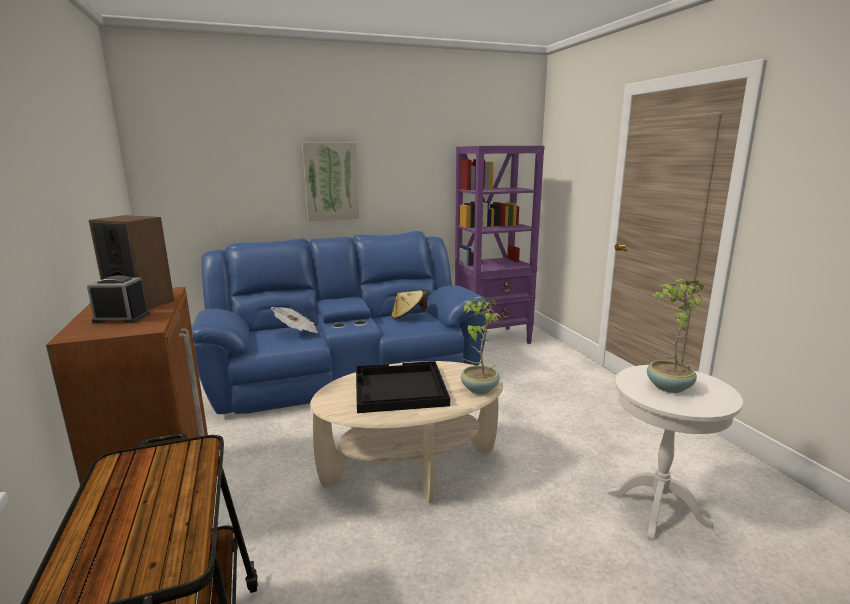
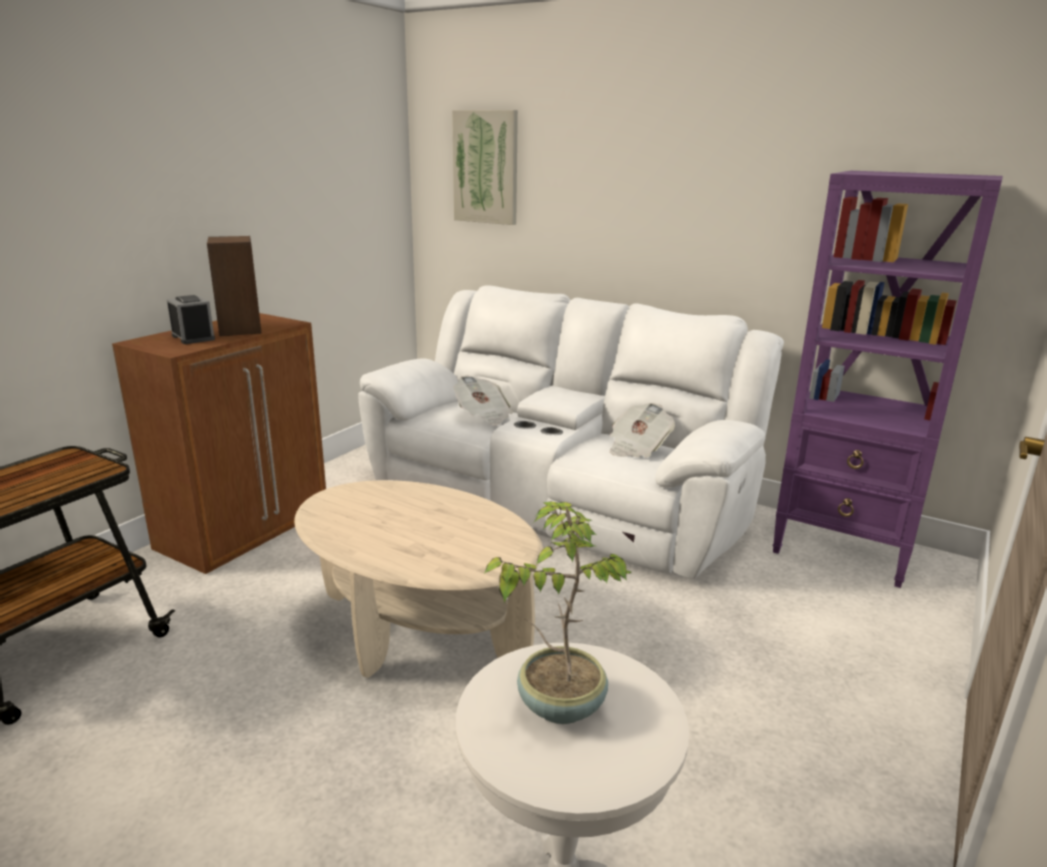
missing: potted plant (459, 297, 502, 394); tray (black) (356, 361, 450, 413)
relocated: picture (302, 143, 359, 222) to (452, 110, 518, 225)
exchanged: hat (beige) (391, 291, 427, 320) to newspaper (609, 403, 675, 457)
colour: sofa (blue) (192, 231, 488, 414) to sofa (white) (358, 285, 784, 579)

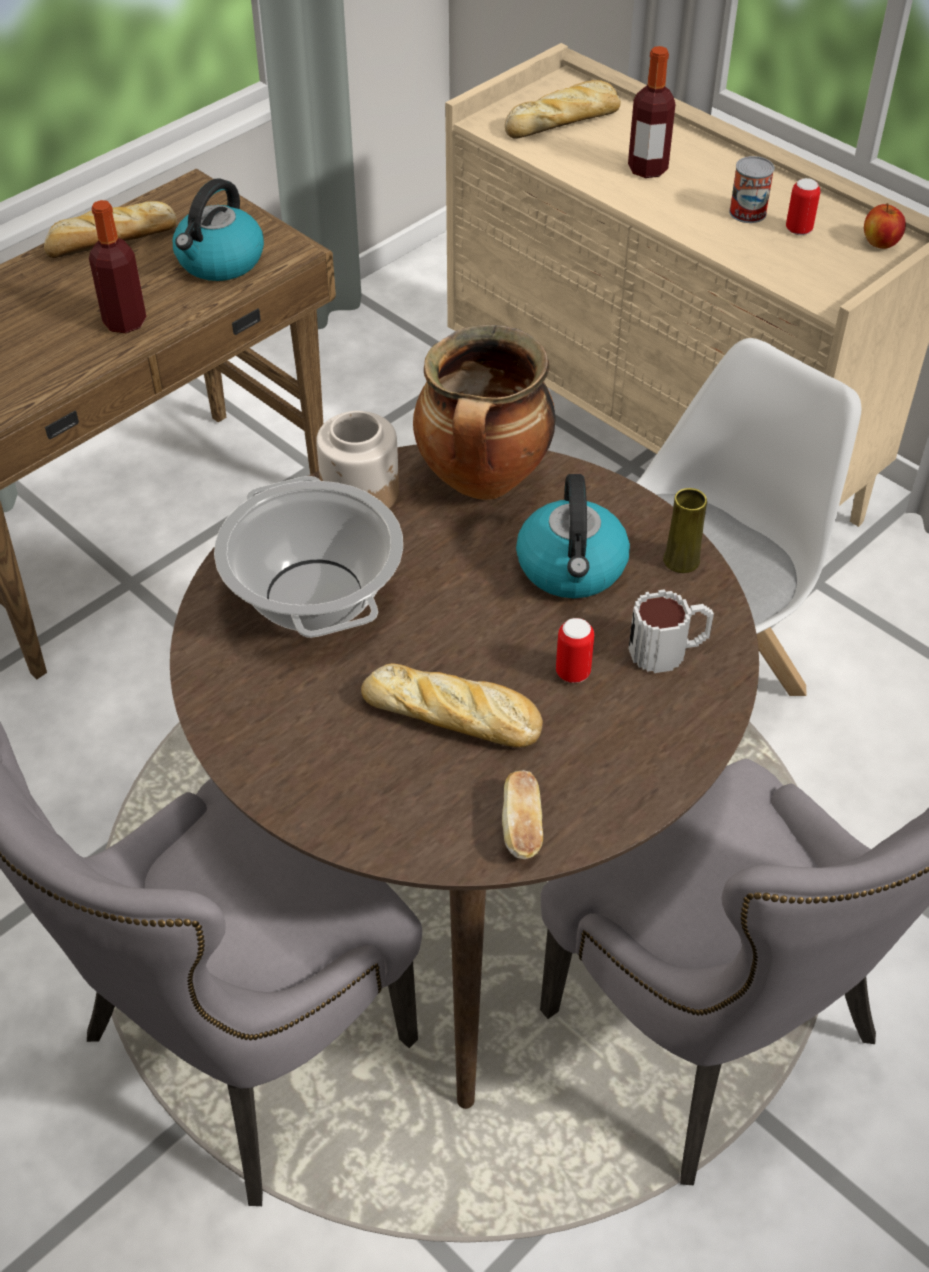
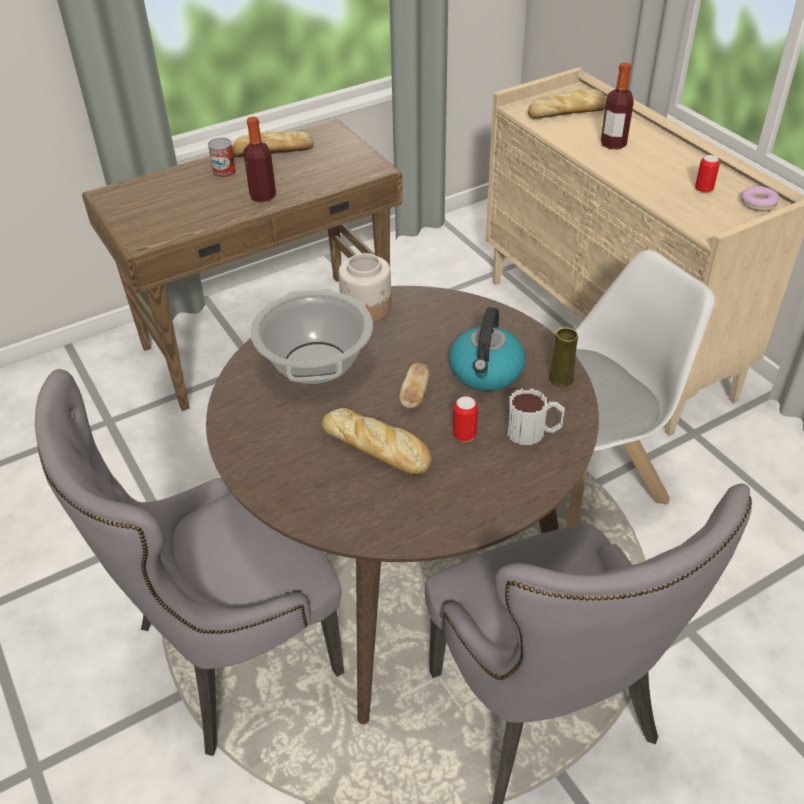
missing: kettle (173, 178, 264, 281); cooking pot (413, 325, 555, 500)
relocated: can (729, 156, 774, 223) to (208, 138, 236, 178); bread (502, 770, 543, 859) to (399, 363, 429, 408)
exchanged: apple (864, 203, 906, 249) to donut (741, 186, 780, 211)

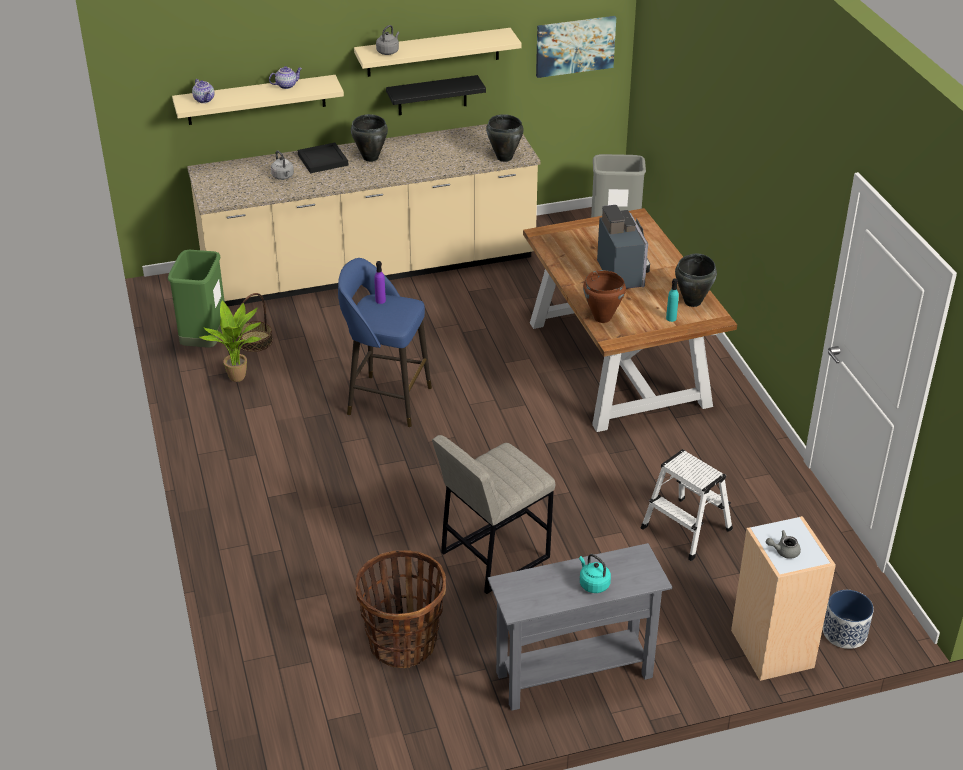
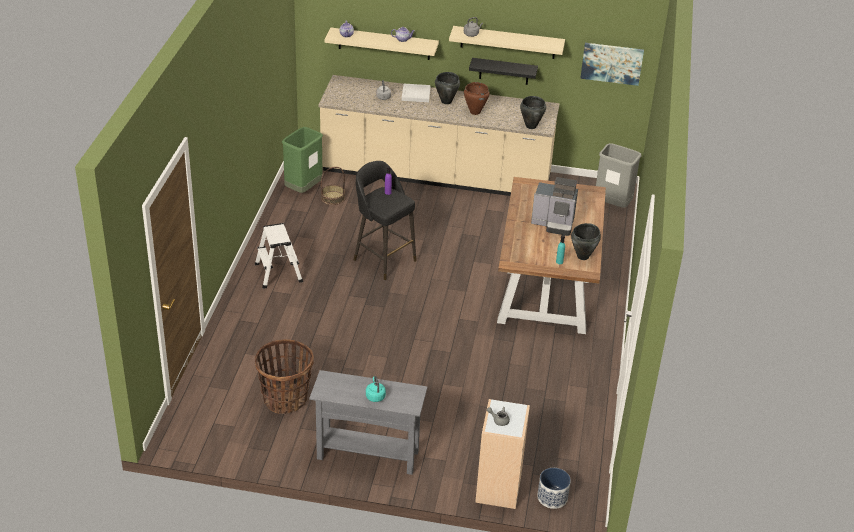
missing: potted plant (199, 301, 261, 382); chair (grey) (432, 435, 555, 594)
relocated: cooking pot (brown) (583, 270, 626, 323) to (464, 82, 489, 115); step ladder (white) (641, 449, 733, 561) to (255, 223, 303, 289)
colour: tray (black) (298, 143, 349, 173) to tray (white) (402, 84, 431, 102); stool (blue) (338, 258, 432, 427) to stool (black) (354, 161, 416, 280)
spun: coffee machine (597, 205, 650, 289) = (531, 177, 578, 236) 90 degrees clockwise

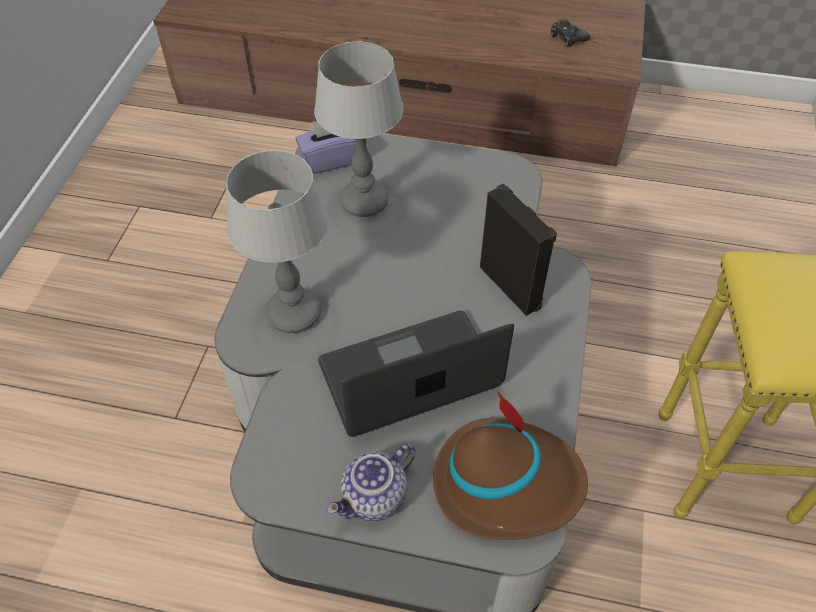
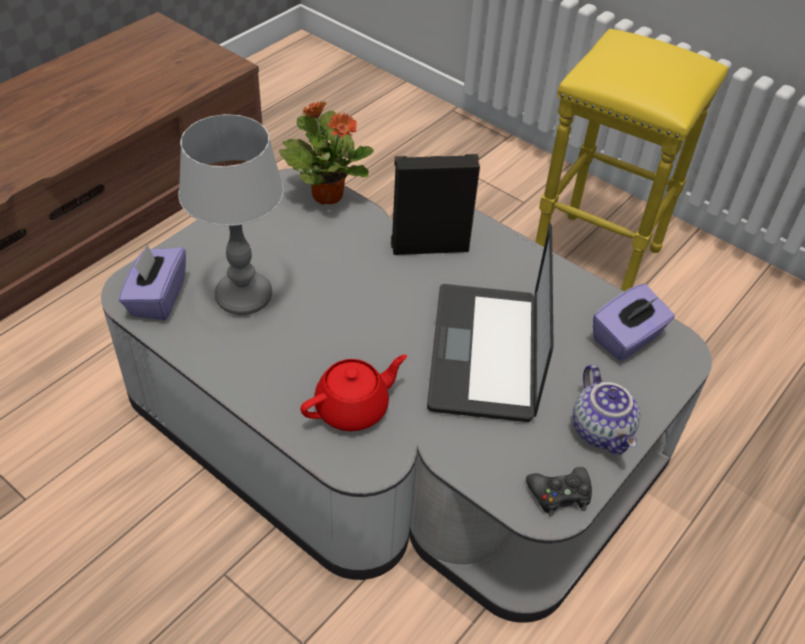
appeared: potted plant (279, 101, 374, 205)
relocated: game controller (black) (550, 19, 590, 47) to (526, 467, 592, 516)
exchanged: table lamp (226, 150, 329, 333) to teapot (red) (300, 354, 407, 431); hat (brown) (433, 391, 588, 540) to tissue box (purple) (593, 284, 675, 361)

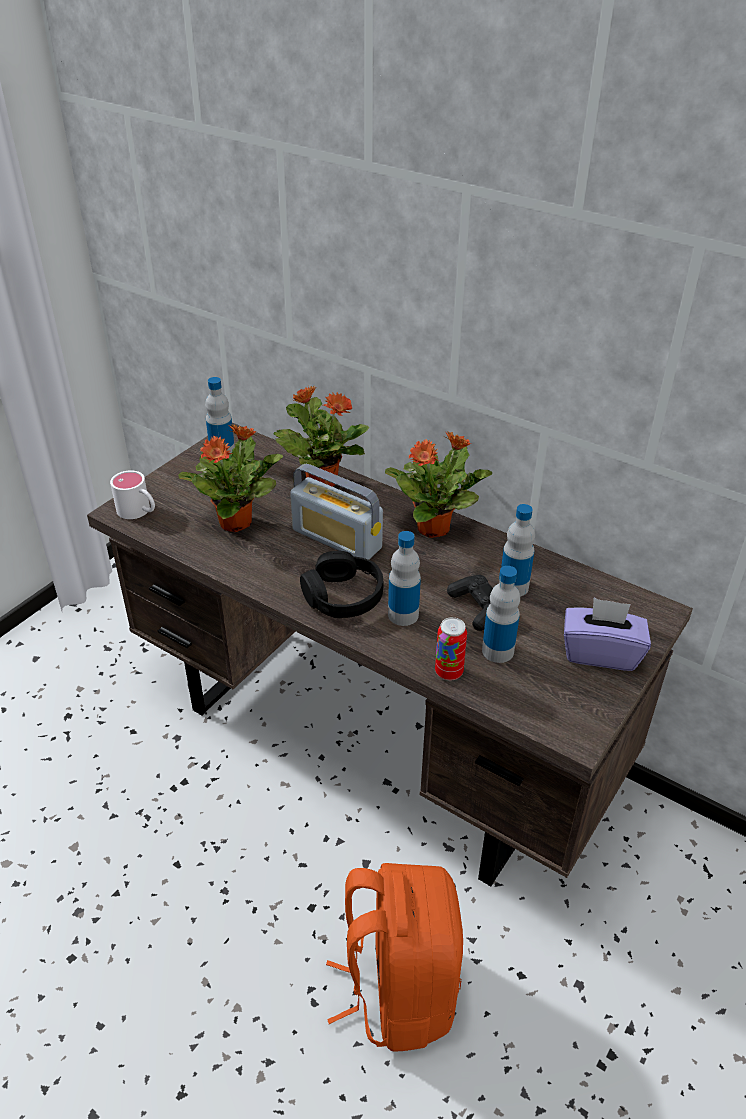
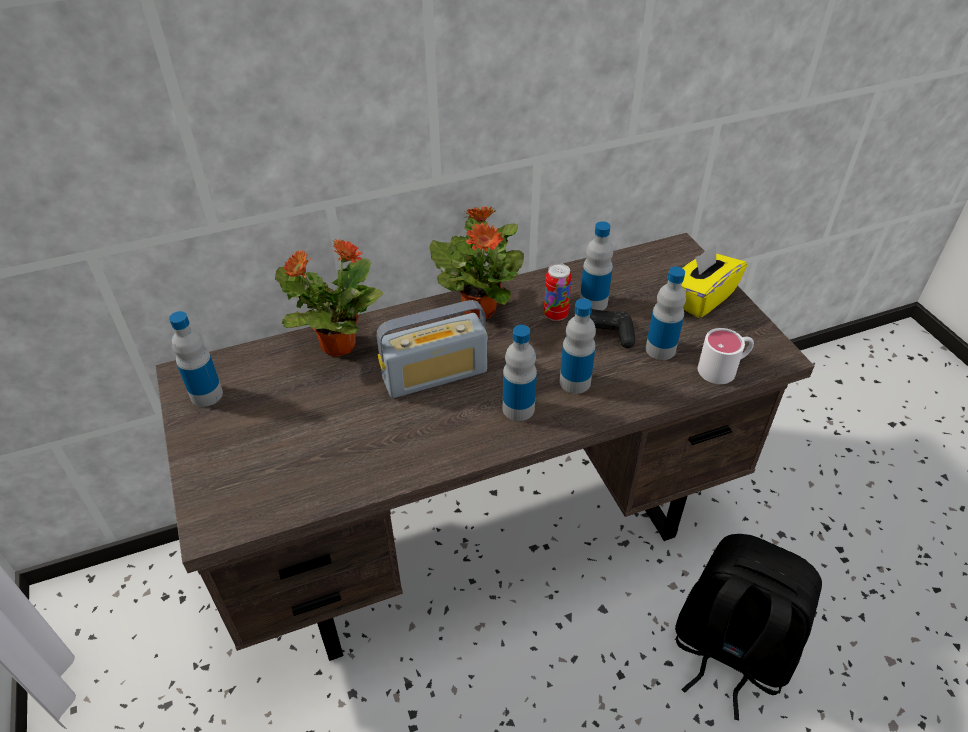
missing: potted plant (178, 425, 283, 532)
relocated: mug (white) (110, 470, 155, 519) to (698, 328, 754, 384); can (435, 617, 467, 680) to (544, 263, 572, 321)
exchanged: headphones (black) (300, 551, 384, 618) to bottle (503, 325, 537, 421)
colour: tissue box (purple) (564, 598, 651, 671) to tissue box (yellow) (681, 245, 747, 318); backpack (orange) (326, 863, 463, 1052) to backpack (black) (675, 534, 822, 721)

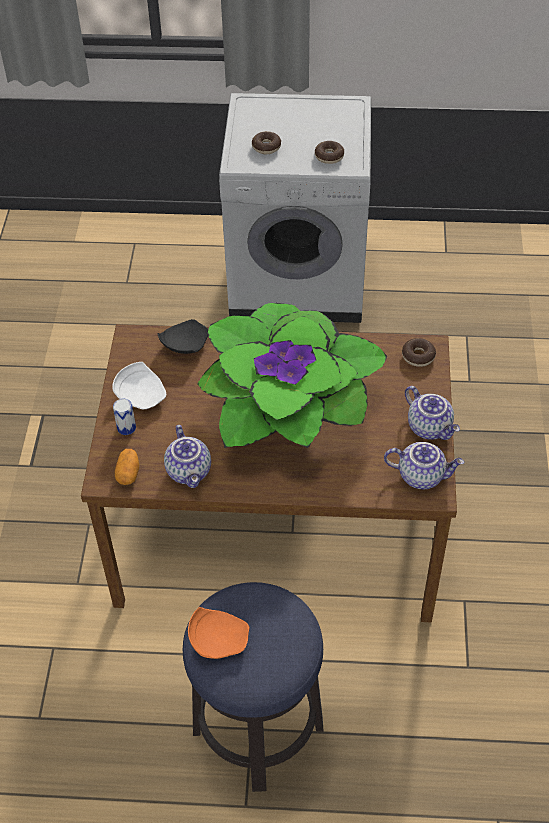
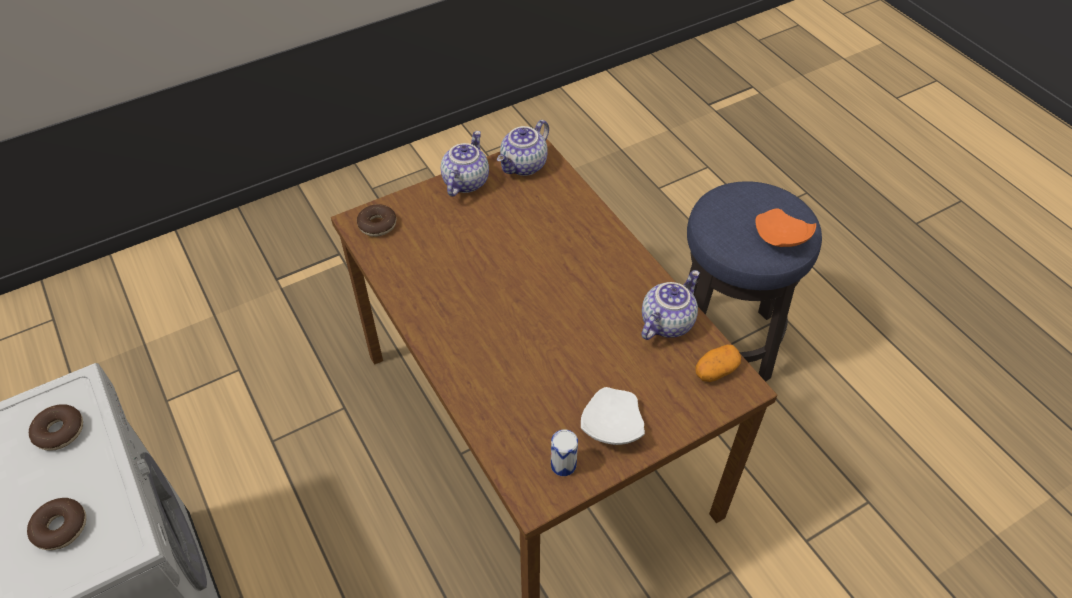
missing: potted plant (197, 303, 388, 448); plate (black) (157, 319, 208, 354)
relocated: can (113, 399, 136, 435) to (551, 430, 578, 476)
spun: teapot (384, 442, 464, 489) = (497, 120, 549, 176) 120 degrees counterclockwise

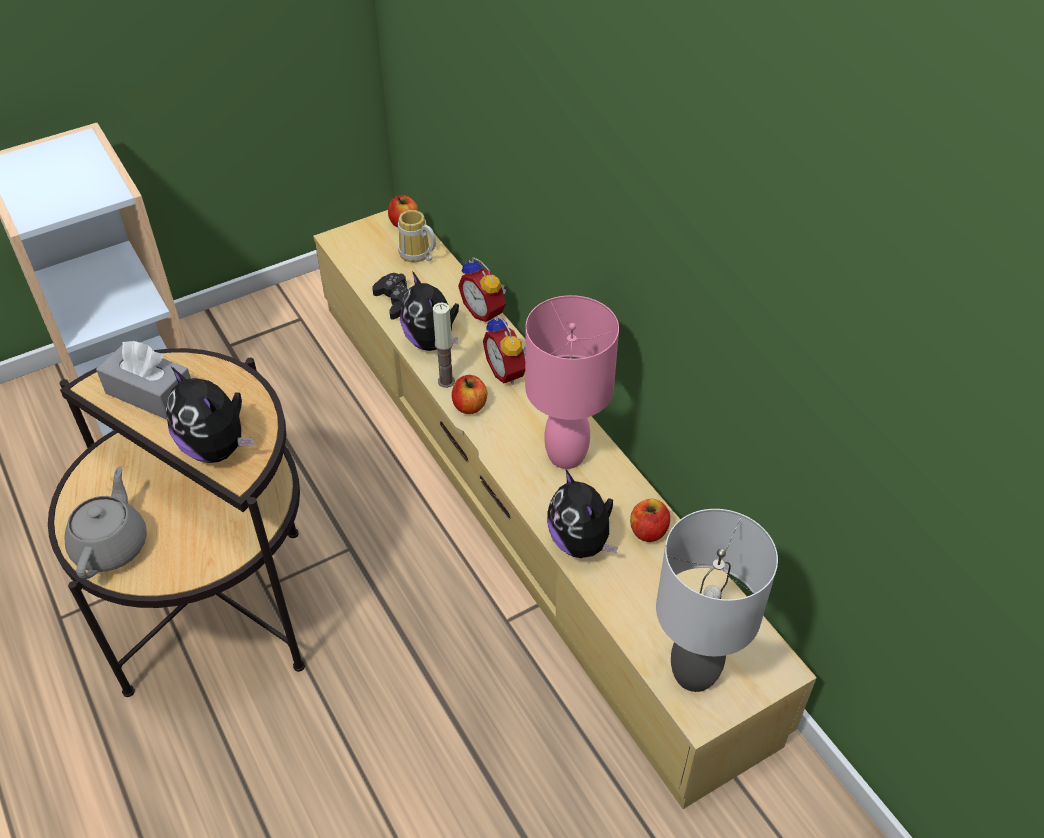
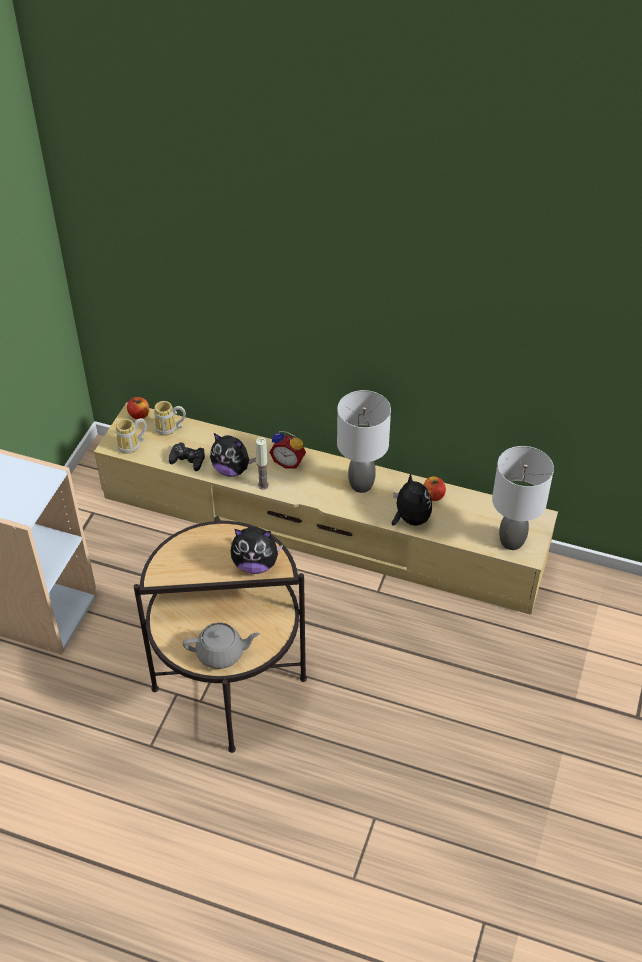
missing: alarm clock (458, 257, 506, 322); tissue box (grey) (96, 341, 191, 420); apple (452, 375, 487, 414)
appeared: mug (116, 418, 147, 454)
colour: table lamp (pink) (525, 295, 619, 469) to table lamp (grey) (337, 390, 391, 493)
spun: teapot (grey) (64, 466, 147, 579) = (183, 622, 260, 669) 120 degrees clockwise; plush toy (547, 470, 618, 558) = (392, 474, 432, 526) 135 degrees counterclockwise

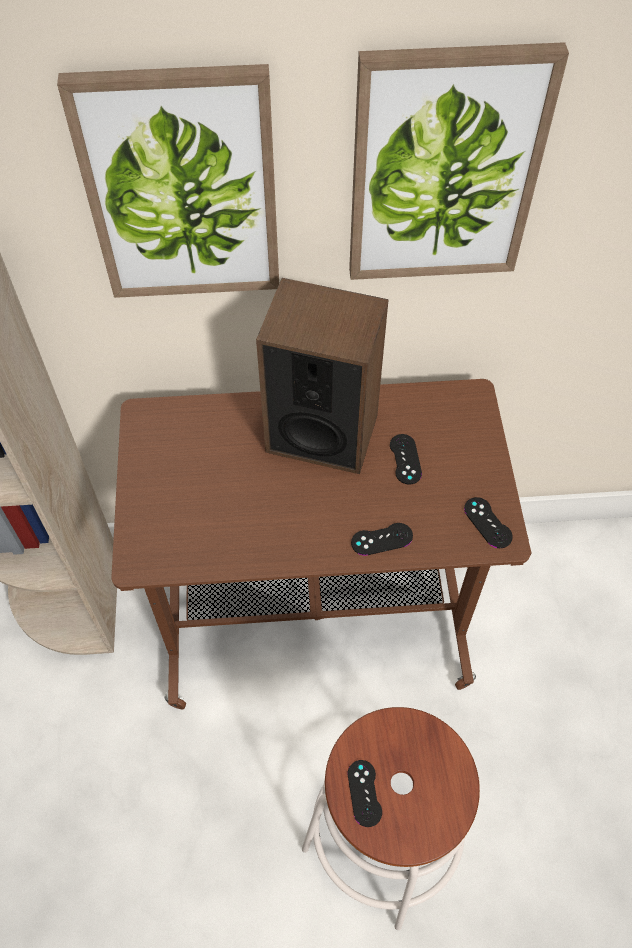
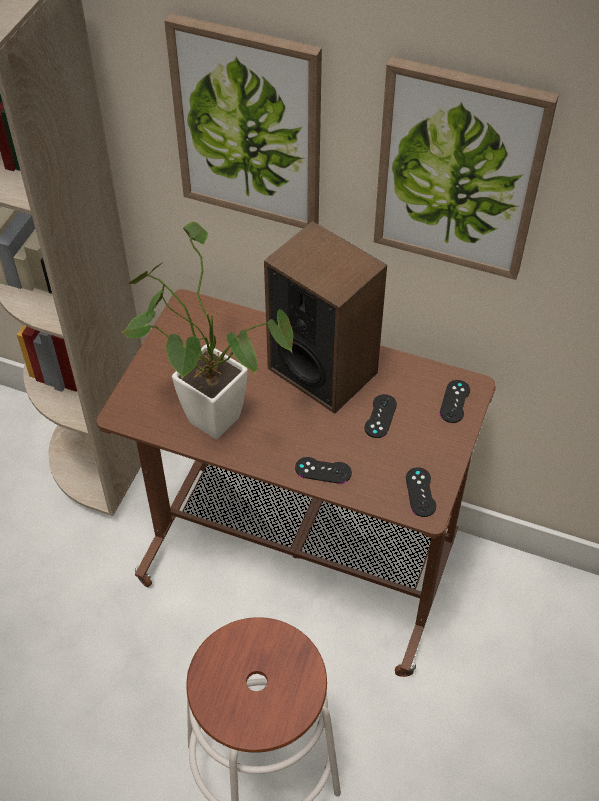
appeared: potted plant (122, 221, 293, 439)
relocated: game controller (black) (348, 760, 382, 827) to (440, 380, 470, 423)

